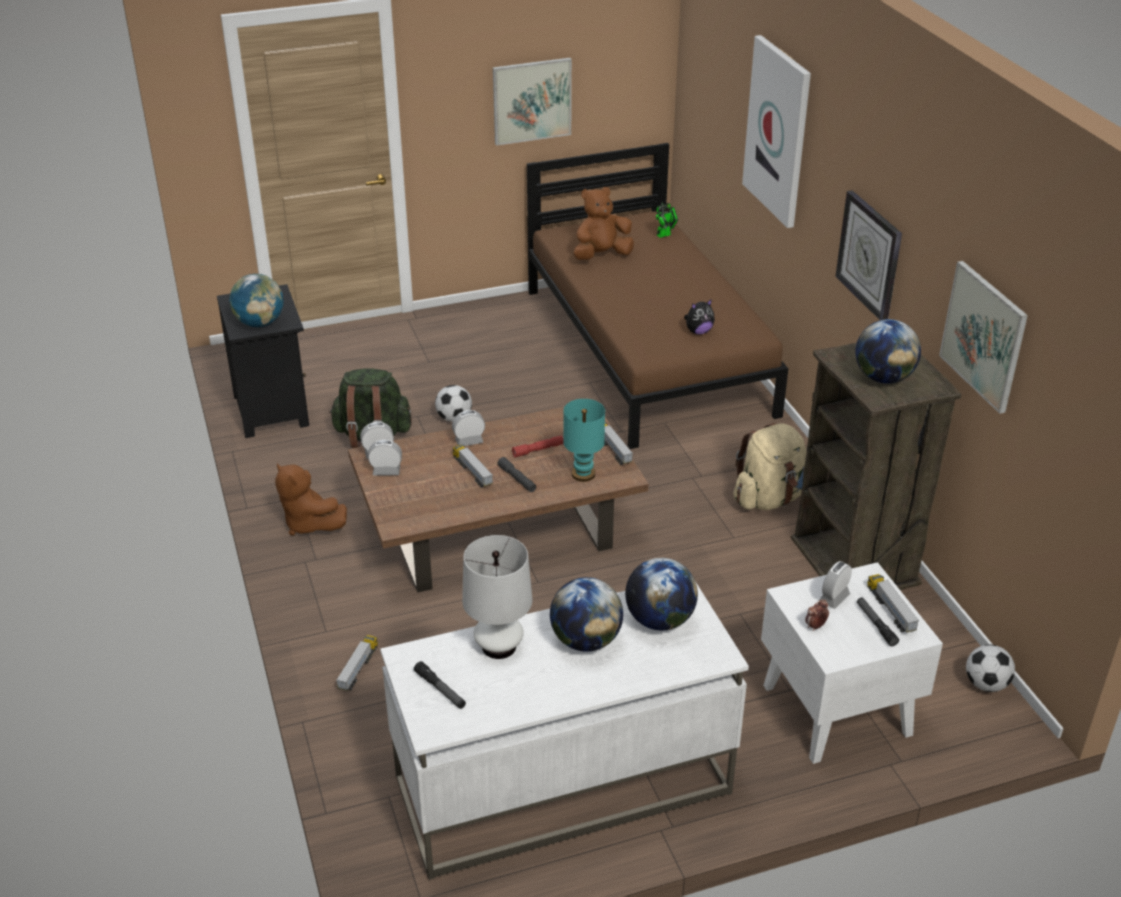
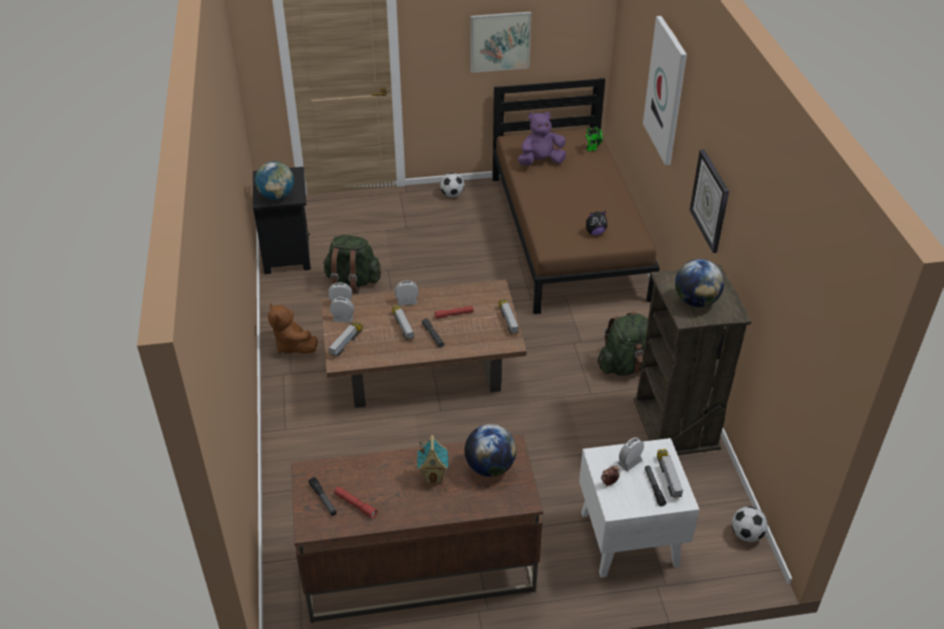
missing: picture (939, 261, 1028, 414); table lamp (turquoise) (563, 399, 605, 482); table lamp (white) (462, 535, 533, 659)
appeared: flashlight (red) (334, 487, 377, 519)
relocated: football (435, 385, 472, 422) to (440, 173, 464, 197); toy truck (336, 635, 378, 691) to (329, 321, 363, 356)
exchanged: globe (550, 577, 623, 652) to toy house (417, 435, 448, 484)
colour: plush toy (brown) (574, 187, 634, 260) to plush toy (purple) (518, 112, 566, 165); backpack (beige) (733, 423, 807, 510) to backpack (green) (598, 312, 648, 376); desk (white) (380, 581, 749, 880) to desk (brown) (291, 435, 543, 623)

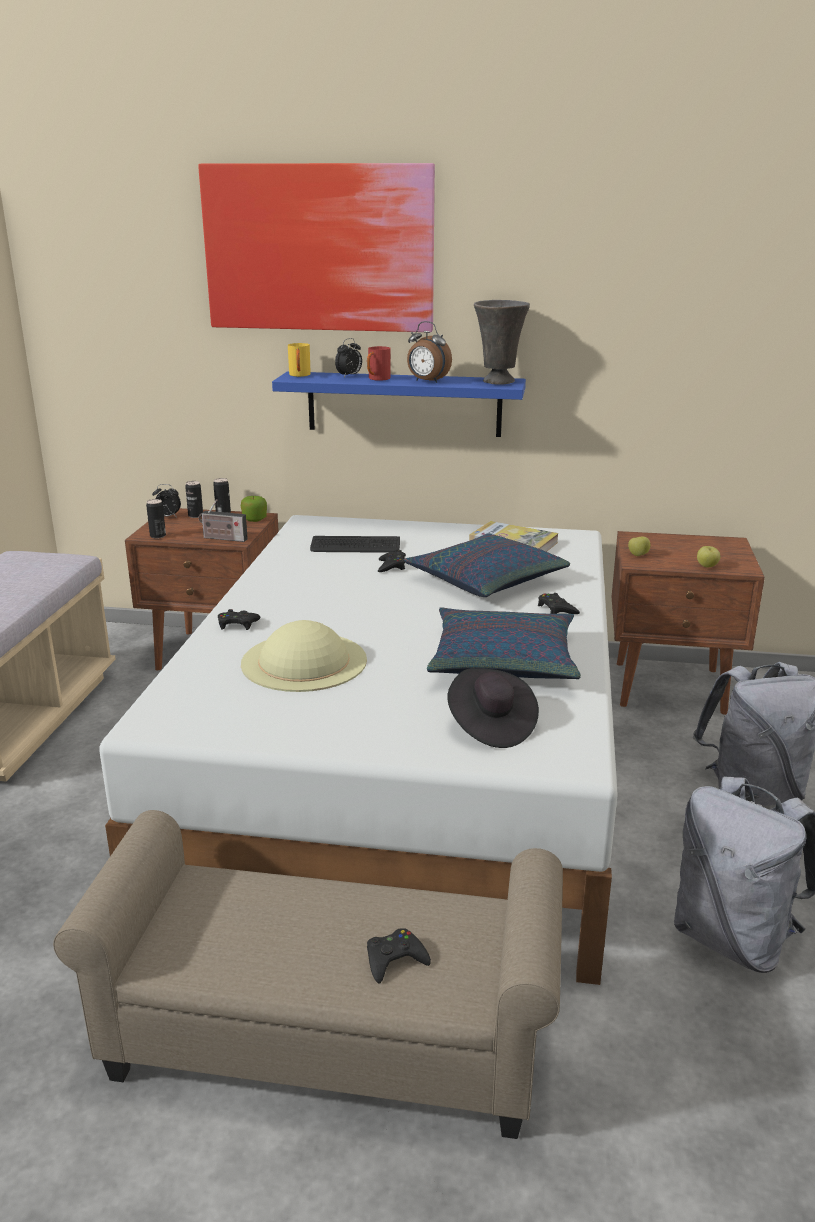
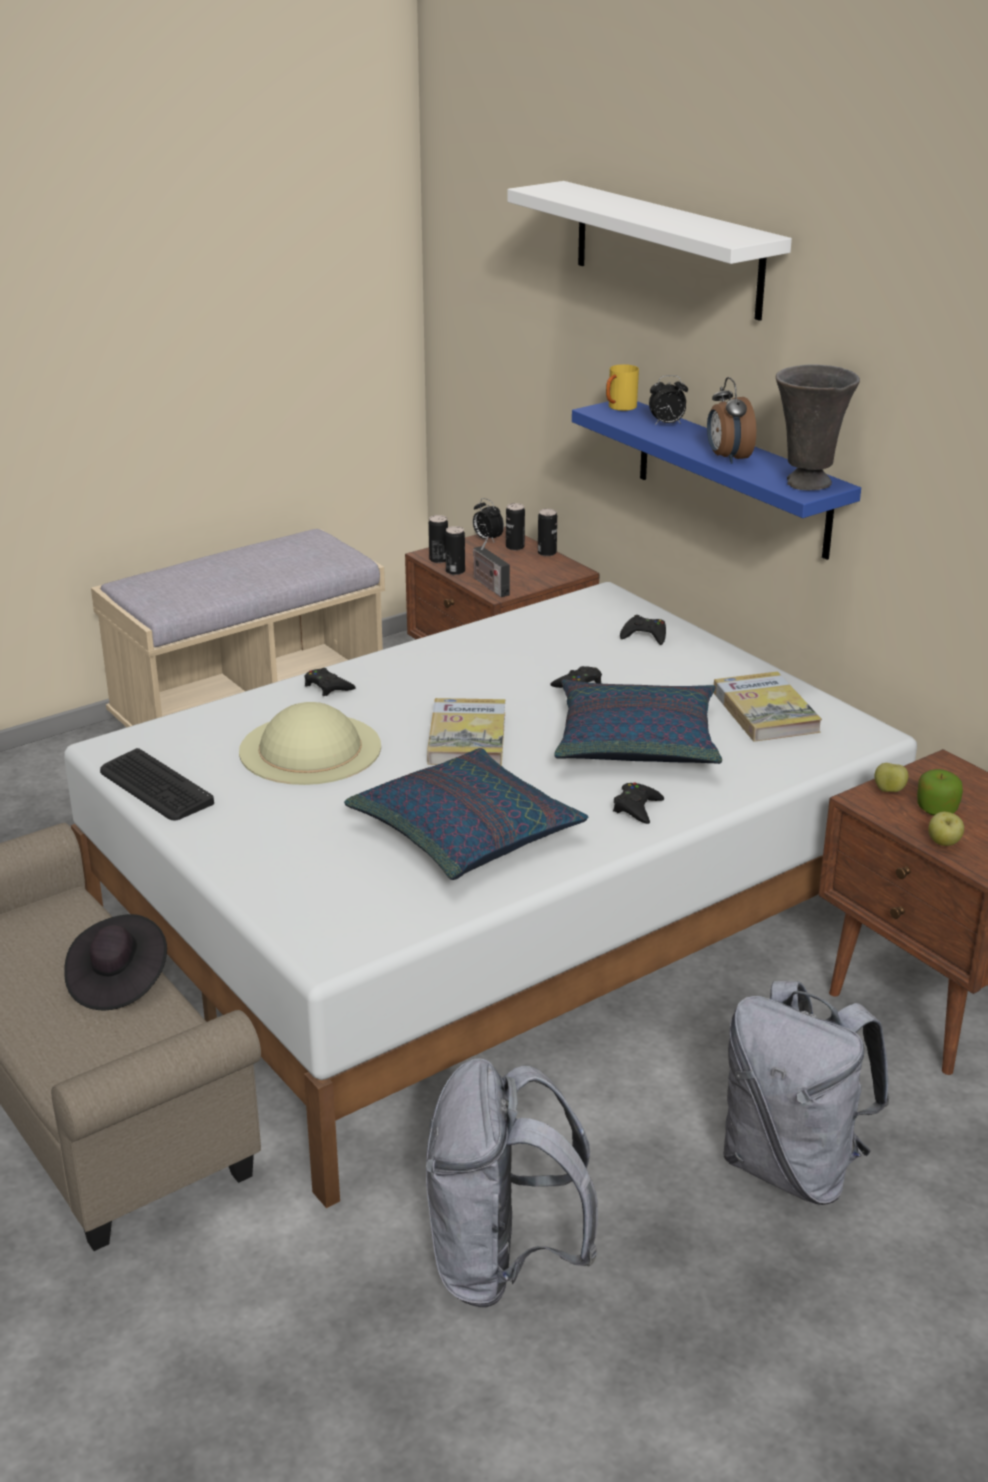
missing: mug (red) (367, 346, 391, 381)
appeared: can (445, 526, 465, 575); book (427, 698, 505, 766)
relocated: apple (241, 496, 267, 522) to (917, 769, 963, 815); keyboard (310, 536, 400, 553) to (100, 748, 214, 821); hat (black) (447, 668, 539, 748) to (64, 914, 167, 1010); game controller (black) (367, 928, 431, 983) to (620, 615, 666, 645)
exchanged: picture (198, 163, 435, 332) to shelf (white) (507, 181, 792, 321)

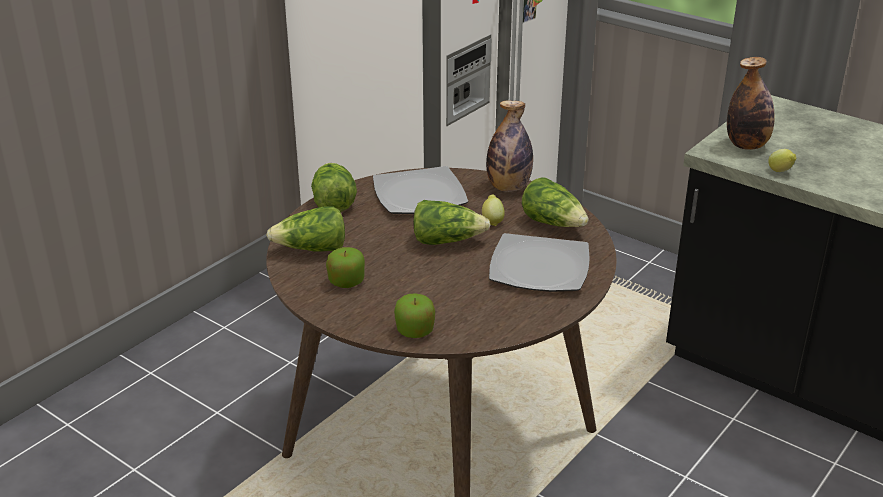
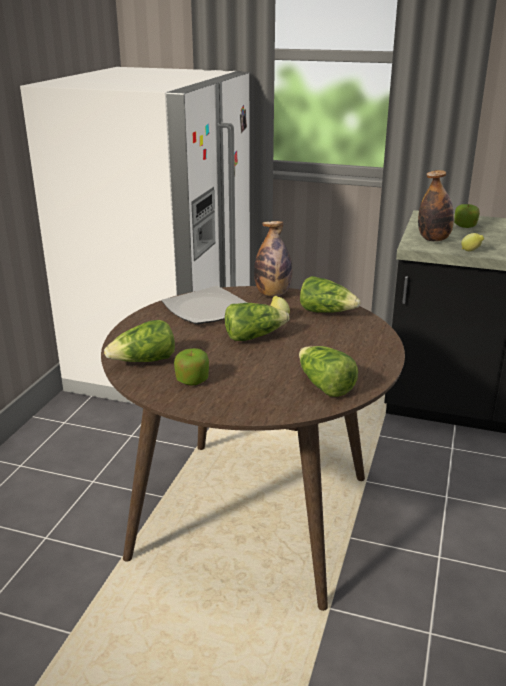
missing: plate (489, 233, 590, 292)
relocated: lettuce (311, 163, 357, 212) to (299, 346, 358, 397); apple (394, 293, 435, 338) to (454, 204, 480, 228)

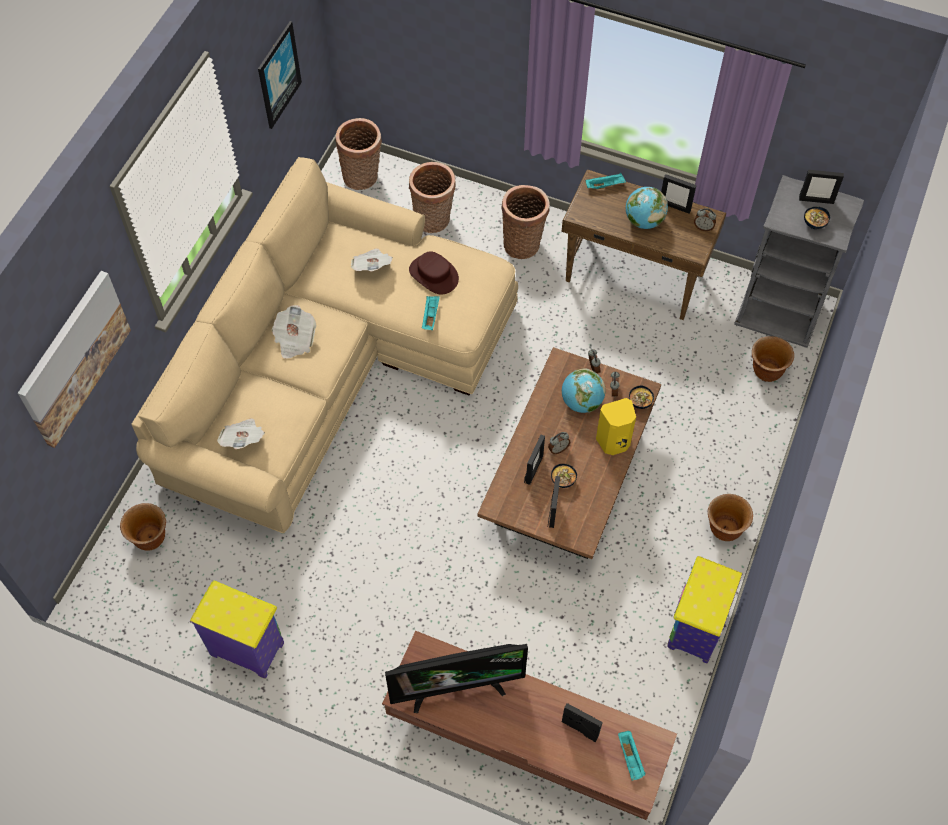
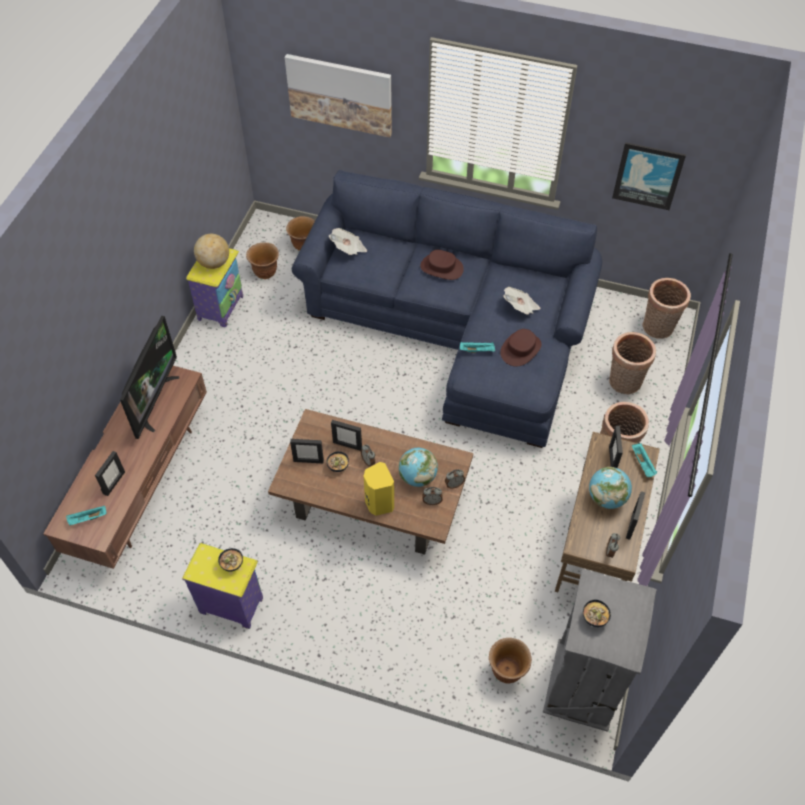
appeared: globe (194, 234, 229, 269)
relocated: picture frame (799, 170, 844, 204) to (609, 426, 623, 468); bowl (629, 386, 654, 409) to (218, 548, 243, 572); planter (brown) (708, 494, 753, 541) to (246, 242, 279, 279)
exchanged: newspaper (272, 305, 316, 359) to hat (brown) (420, 250, 464, 280)
colour: sofa (beige) (131, 157, 518, 533) to sofa (blue) (292, 170, 602, 448)
spun: television (385, 644, 528, 713) = (120, 316, 179, 439) 150 degrees counterclockwise

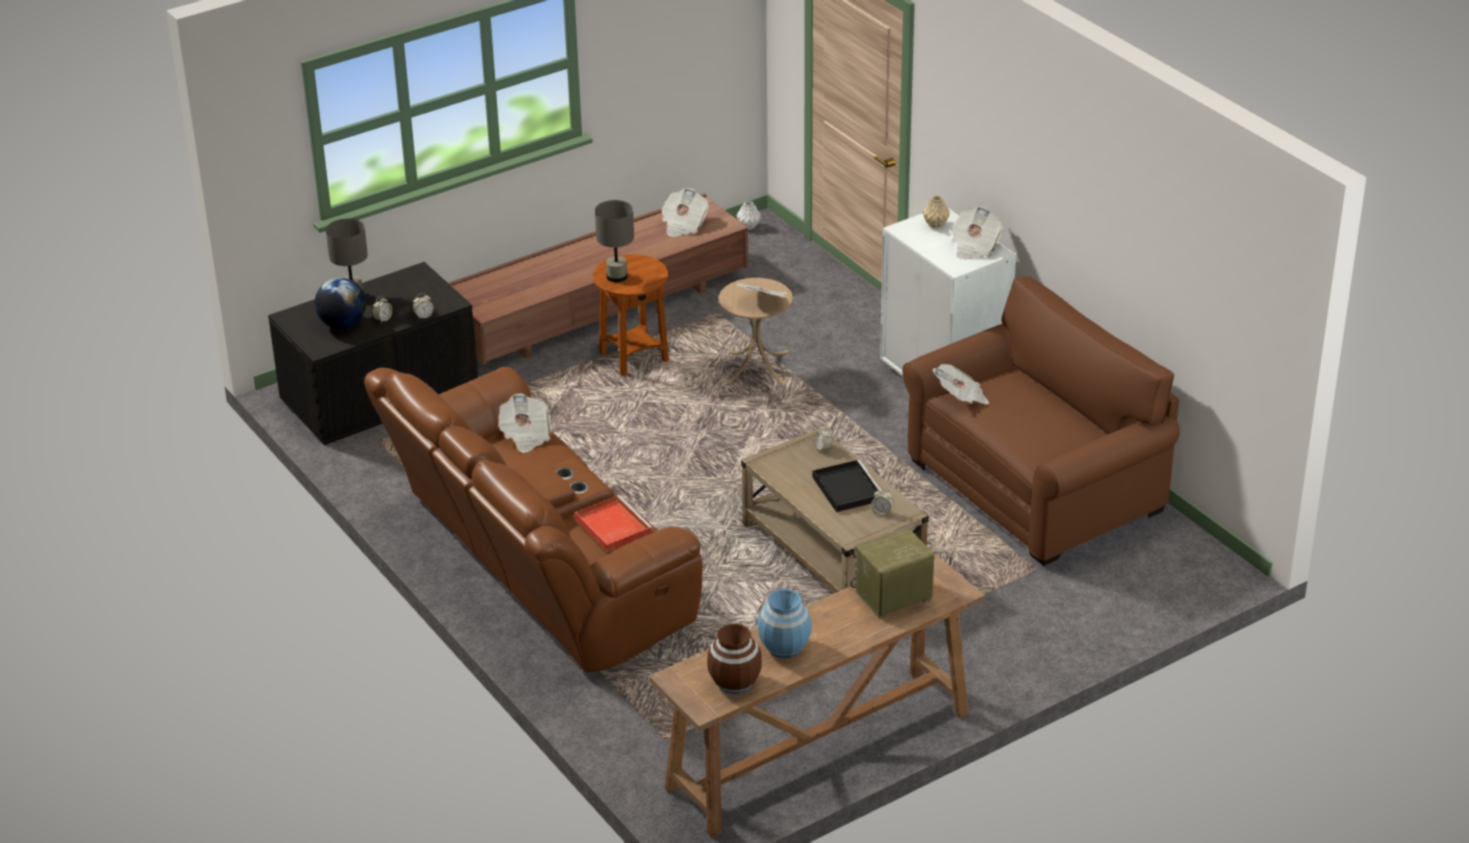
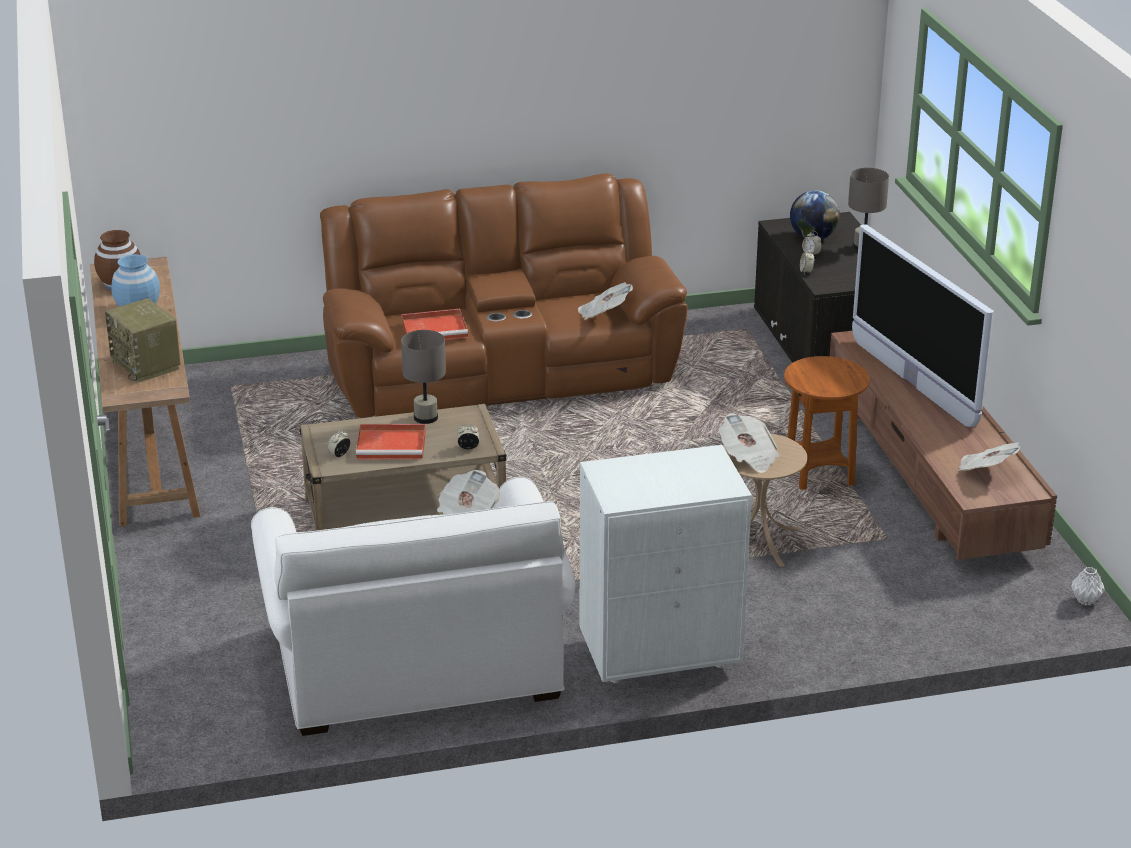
missing: vase (beige) (922, 196, 950, 229); newspaper (951, 206, 1004, 260)
appeared: television (852, 224, 994, 427)
relocated: table lamp (grey) (595, 200, 634, 282) to (401, 330, 446, 424)
colour: sofa (brown) (903, 276, 1180, 566) to sofa (white) (251, 477, 575, 736); tray (black) (812, 460, 883, 513) to tray (red) (356, 424, 426, 459)
spun: radio (850, 527, 935, 618) = (105, 298, 181, 383) 150 degrees clockwise

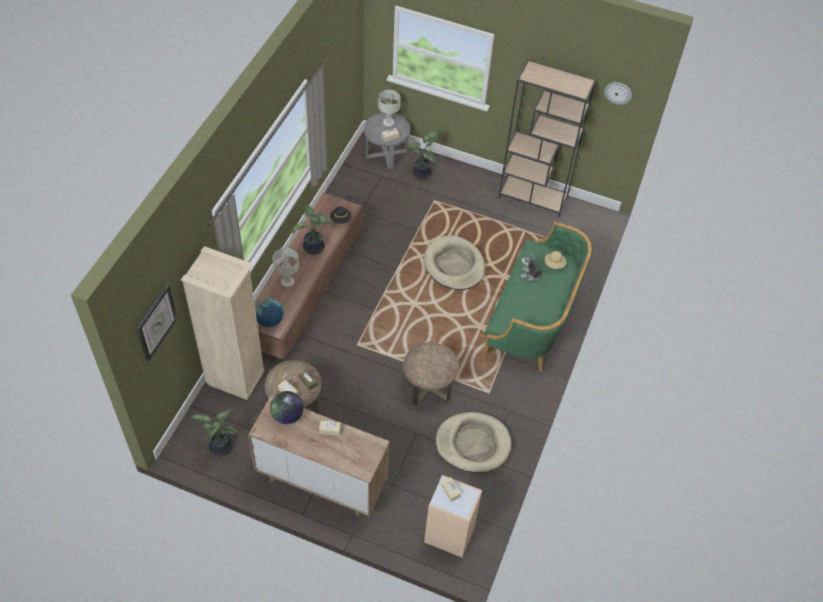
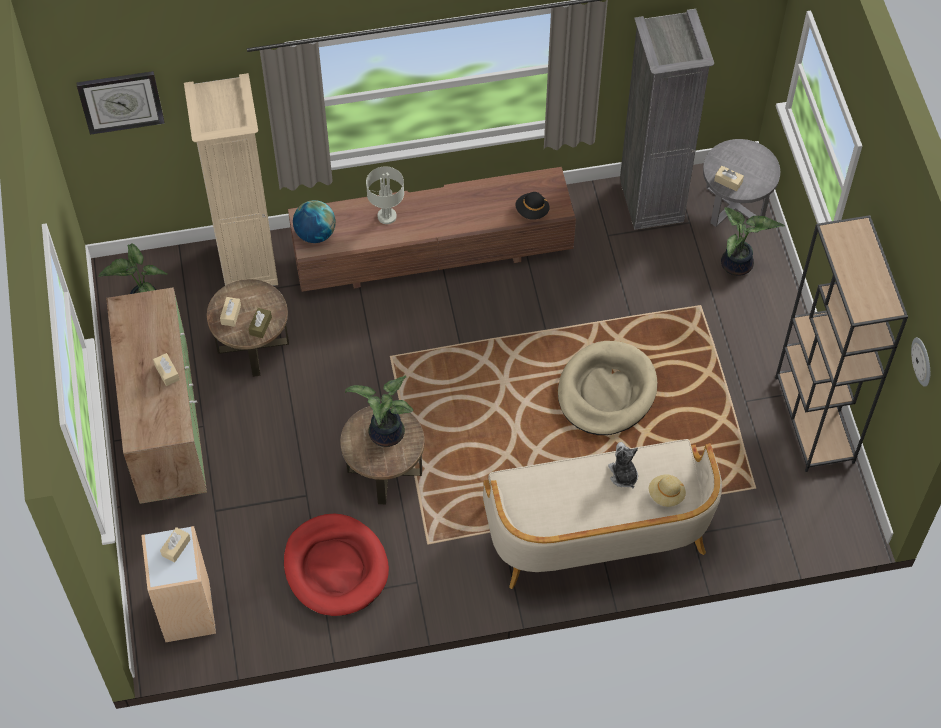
missing: table lamp (grey) (378, 90, 401, 127); globe (270, 391, 303, 424)
appeared: cabinet (grey) (620, 9, 714, 230)
relocated: potted plant (292, 205, 332, 255) to (345, 375, 413, 447)
colour: sofa (green) (483, 221, 592, 372) to sofa (beige) (483, 439, 722, 589); dog bed (beige) (435, 412, 511, 473) to dog bed (red) (284, 514, 389, 616)

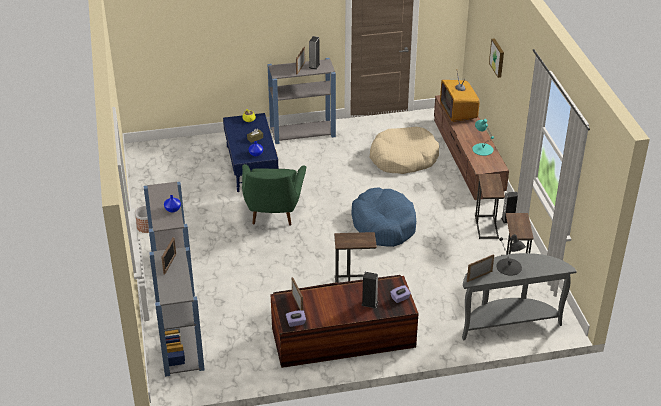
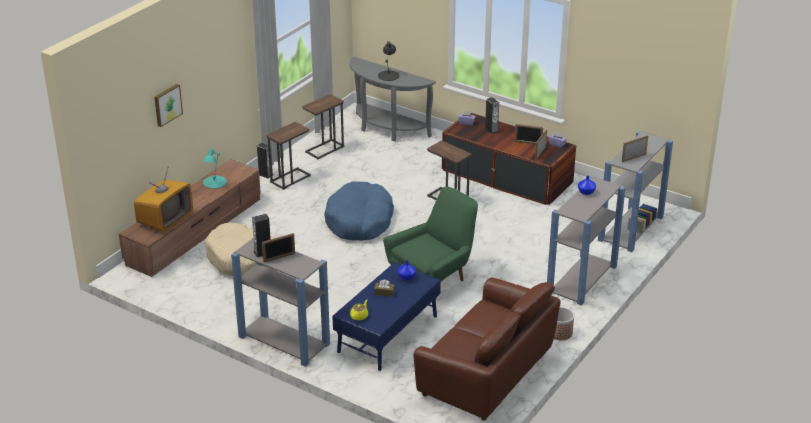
appeared: sofa (brown) (413, 277, 560, 421)
relocated: picture frame (467, 254, 494, 282) to (515, 124, 543, 144)

